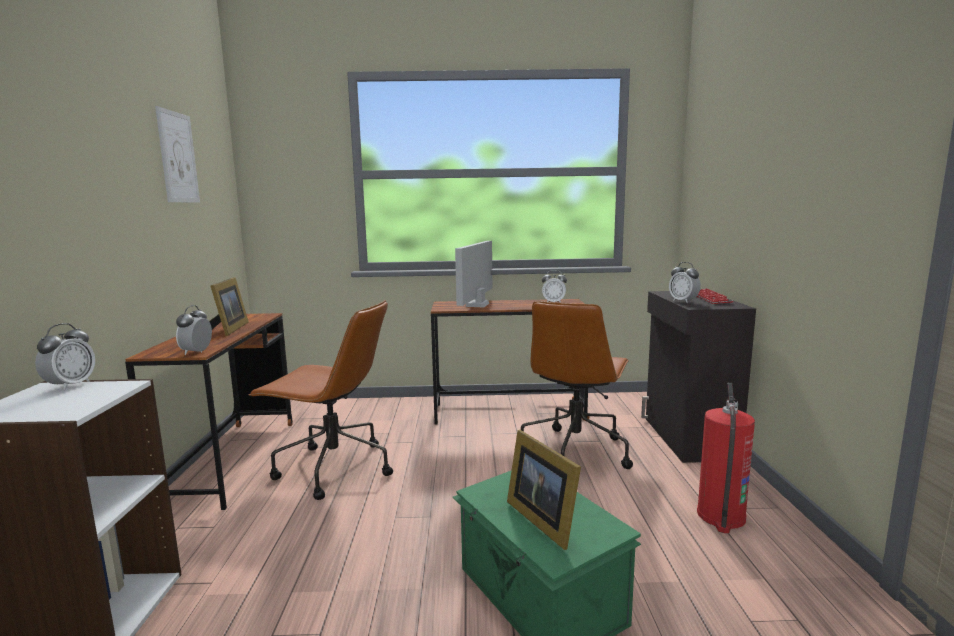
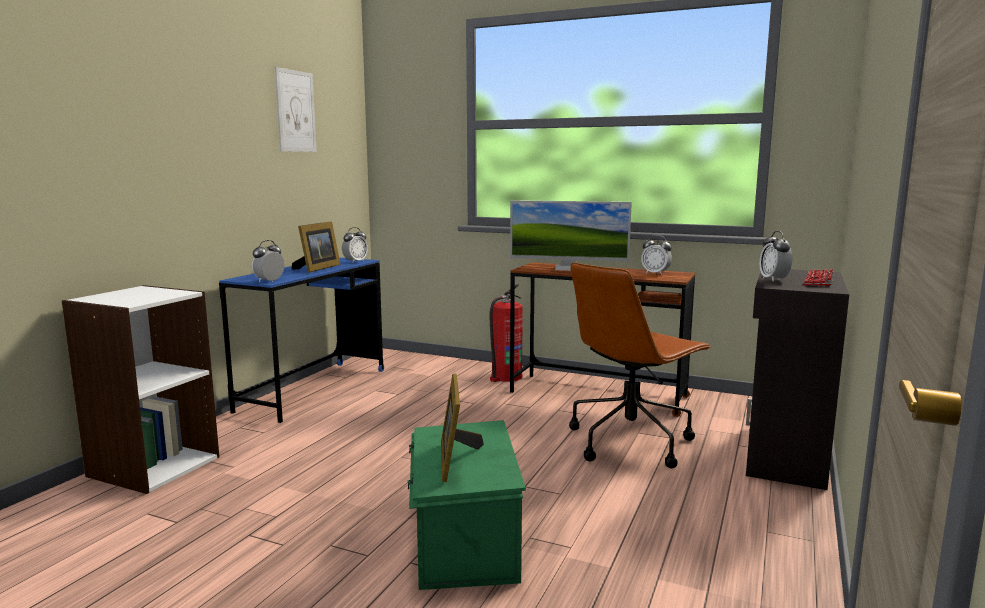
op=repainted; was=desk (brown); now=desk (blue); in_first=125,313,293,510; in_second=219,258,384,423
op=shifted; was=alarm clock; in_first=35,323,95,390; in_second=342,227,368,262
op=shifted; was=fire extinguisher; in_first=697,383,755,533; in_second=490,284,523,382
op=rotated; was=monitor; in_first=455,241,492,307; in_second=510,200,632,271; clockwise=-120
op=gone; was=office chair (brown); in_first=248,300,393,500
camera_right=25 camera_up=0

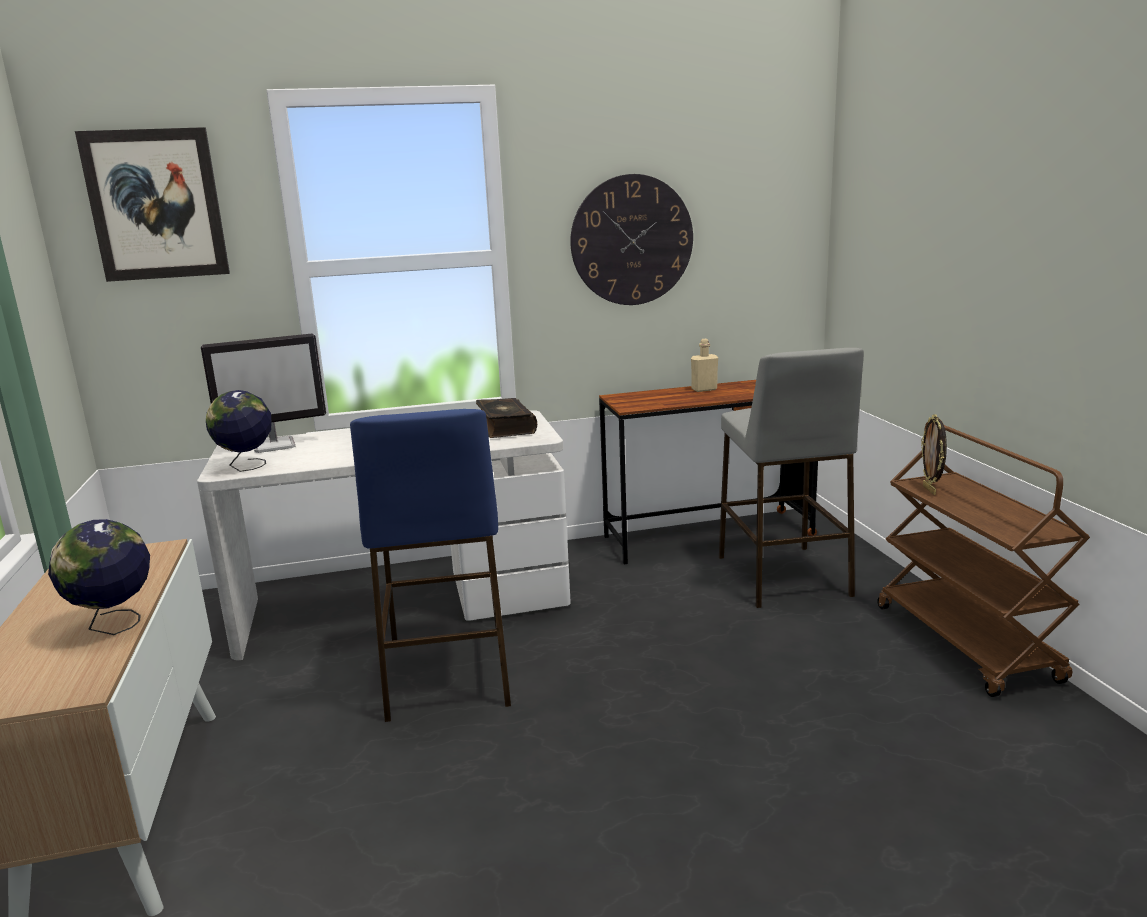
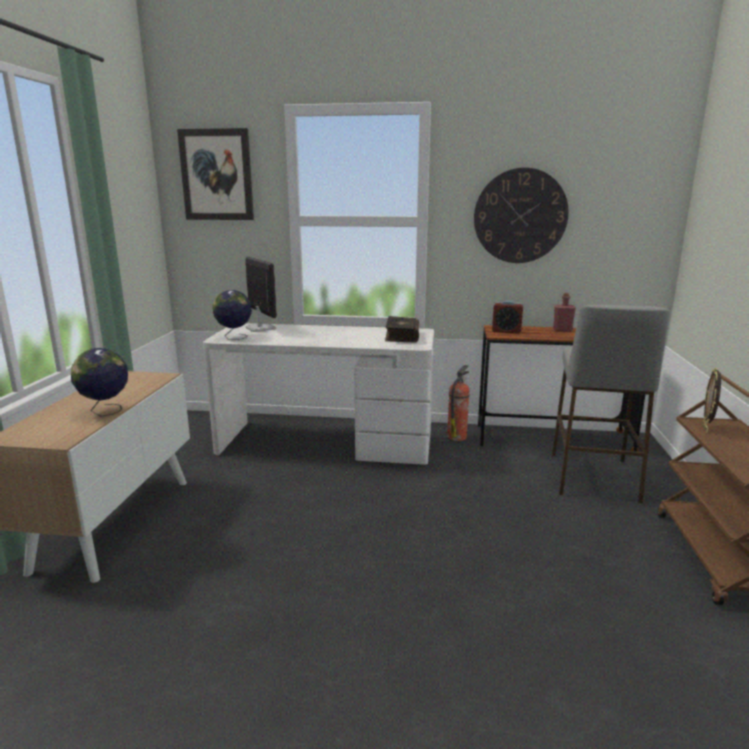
op=rotated; was=monitor; in_first=201,333,326,453; in_second=245,257,277,332; clockwise=-120
op=new; now=fire extinguisher; in_second=447,365,470,441
op=new; now=alarm clock; in_second=492,301,523,334
op=repainted; was=bottle (beige); now=bottle (red); in_first=691,339,718,392; in_second=553,293,576,332
op=gone; was=stool (blue); in_first=350,409,511,722
camera_right=20 camera_up=0

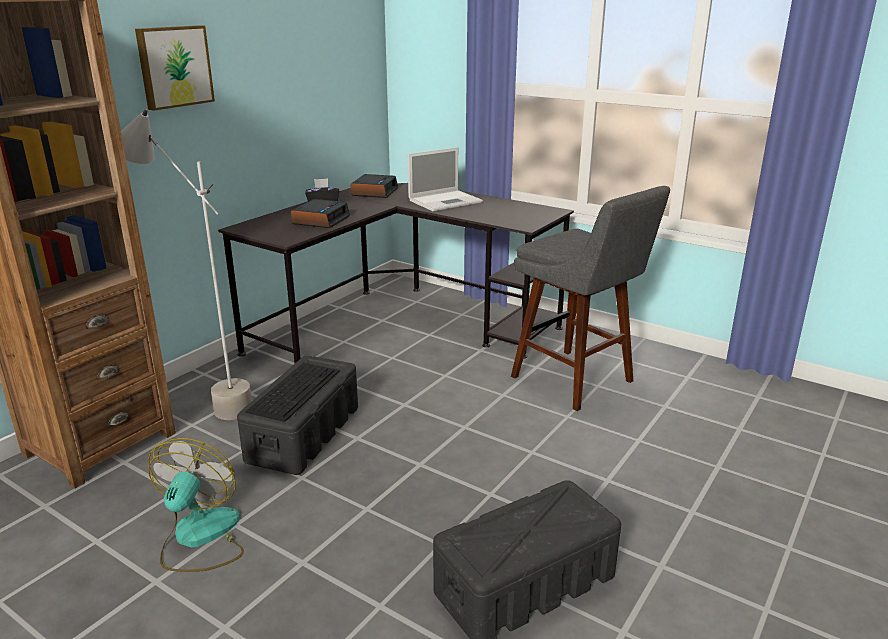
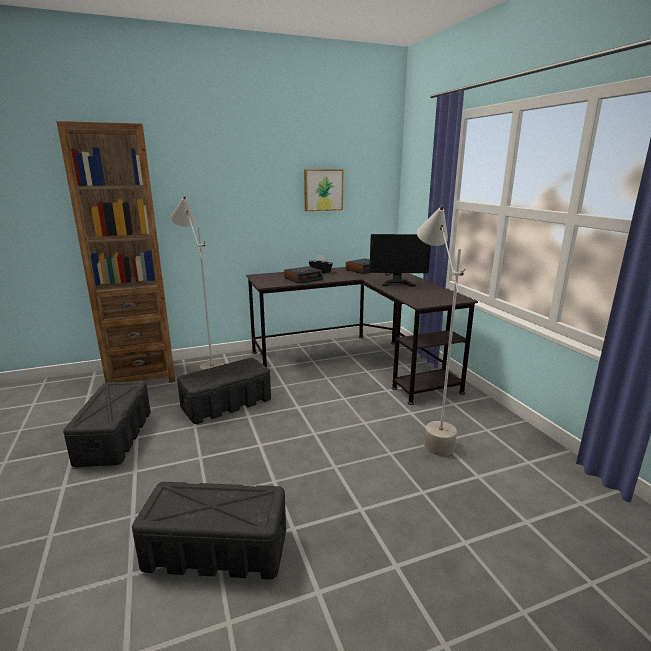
op=swapped; was=fan; now=storage box (black); in_first=148,438,244,572; in_second=63,381,151,467
op=shifted; was=picture; in_first=135,25,215,111; in_second=304,169,344,211
op=swapped; was=laptop; now=monitor; in_first=408,147,483,211; in_second=369,234,431,286
op=swapped; was=stool (grey); now=floor lamp (grey); in_first=511,186,670,411; in_second=417,205,465,456
op=gone; was=keyboard; in_first=245,363,340,422
camera_right=35 camera_up=-5

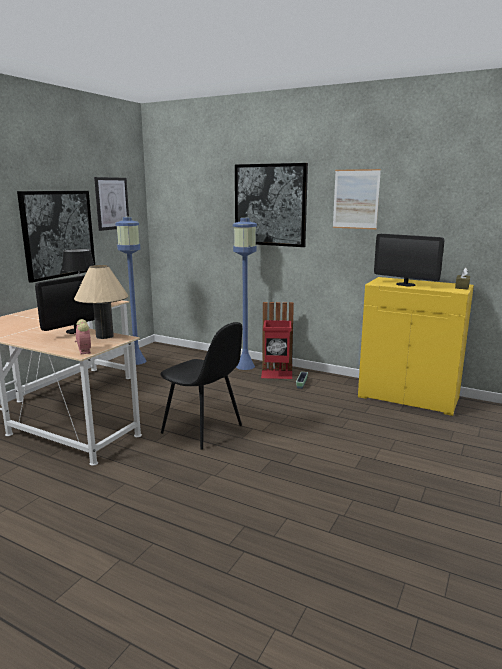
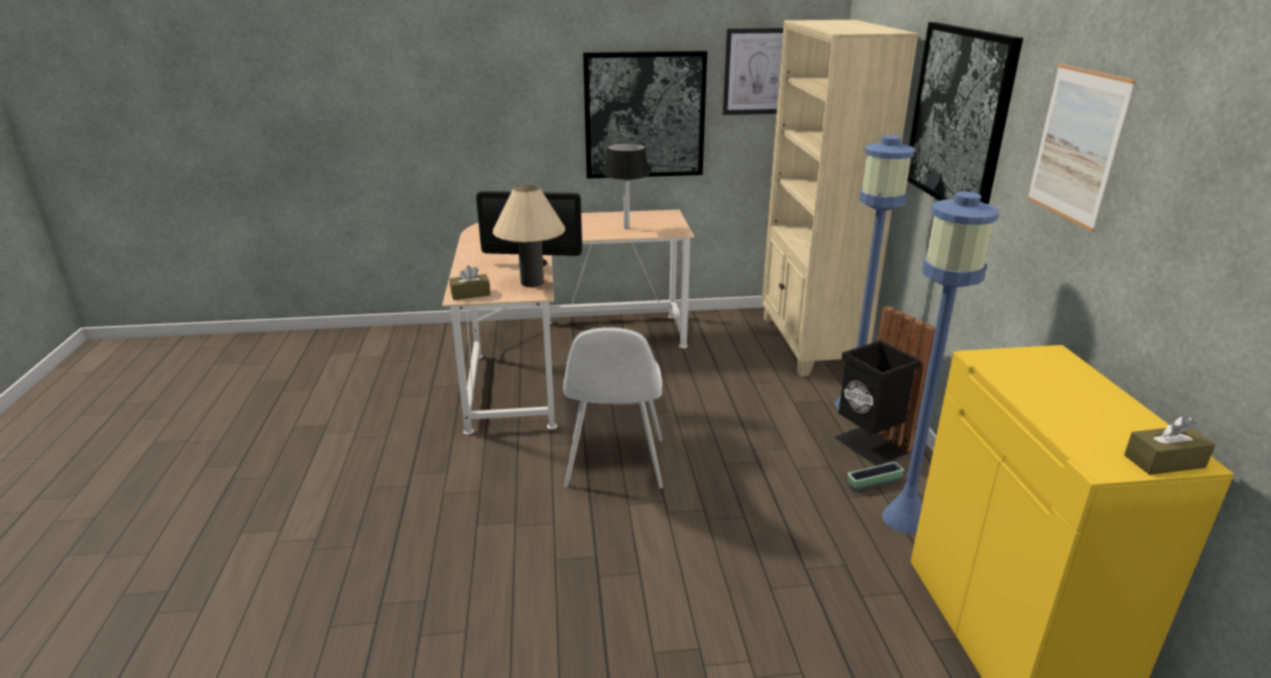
op=swapped; was=alarm clock; now=tissue box (brown); in_first=74,319,91,354; in_second=450,265,491,300
op=repainted; was=chair (black); now=chair (white); in_first=160,322,242,450; in_second=563,327,663,488
op=new; now=bookcase (beige); in_second=762,20,919,377
op=repainted; was=trash can (red); now=trash can (black); in_first=261,302,294,379; in_second=834,306,936,466
op=shifted; was=floor lamp (blue); in_first=115,217,146,365; in_second=882,192,999,534
op=gone; was=monitor; in_first=374,234,444,286
camera_right=55 camera_up=10

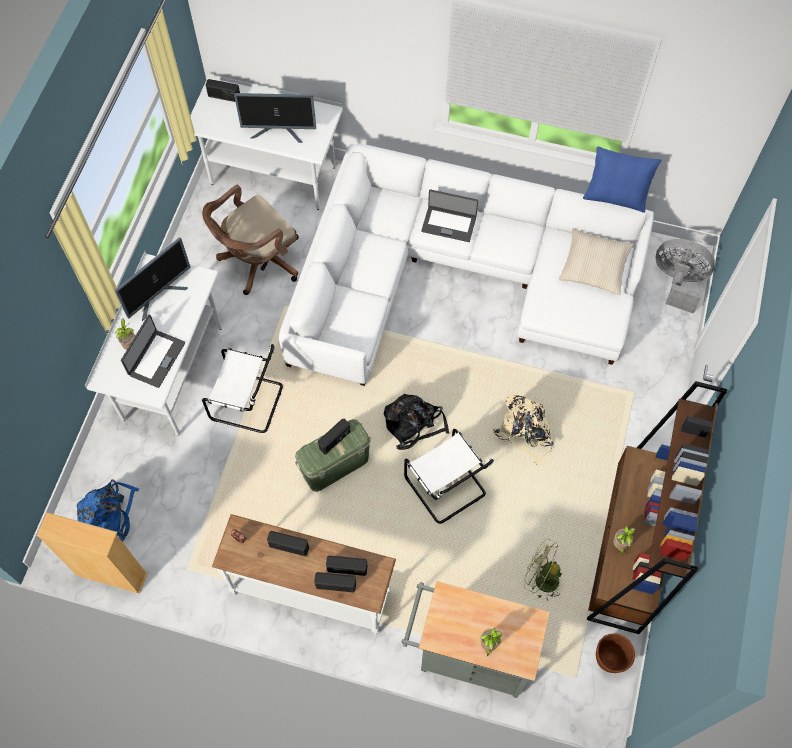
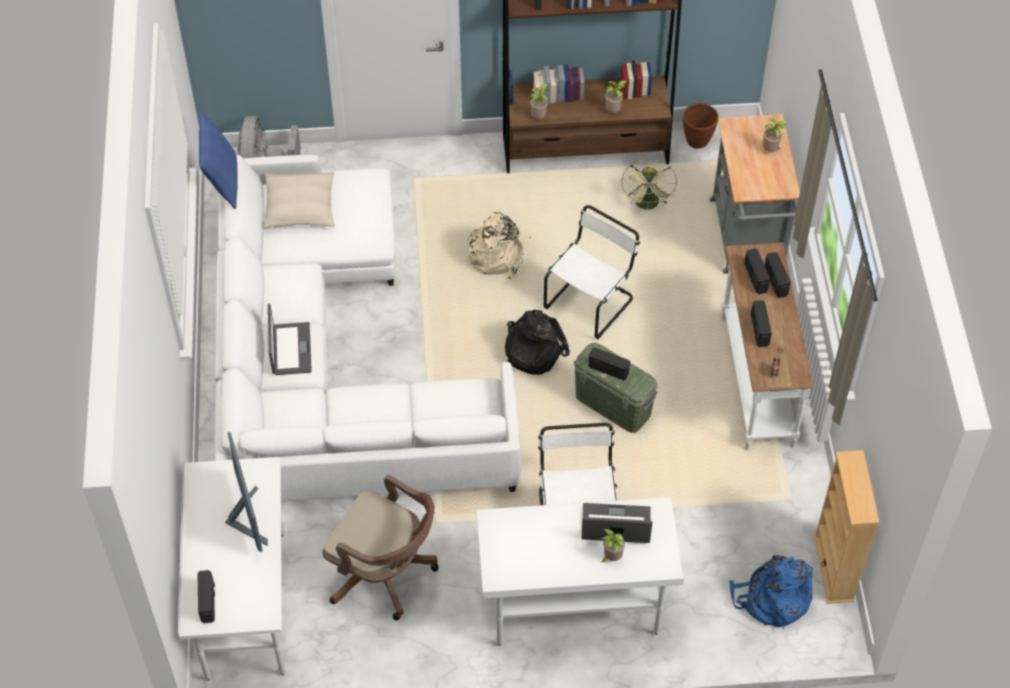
op=new; now=potted plant; in_second=530,84,549,119
op=gone; was=monitor; in_first=115,237,190,321
camera_right=-110 camera_up=-10

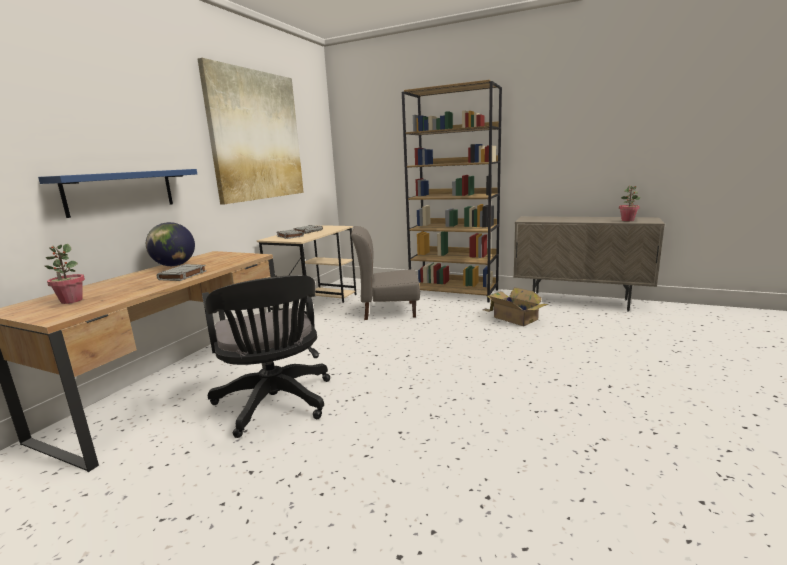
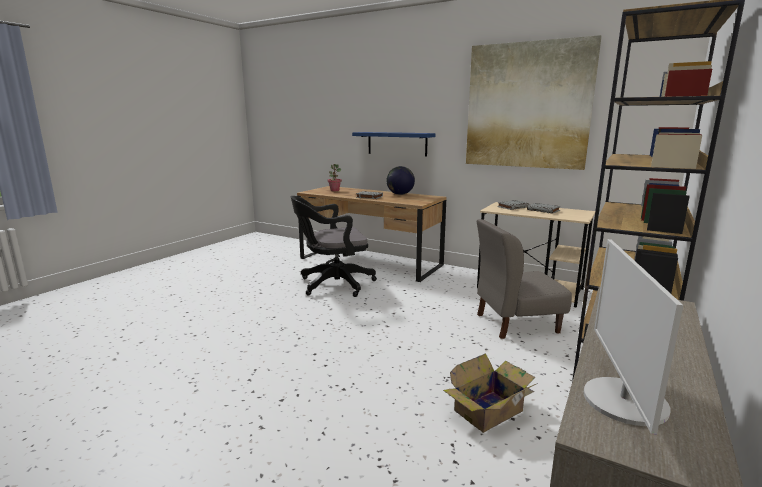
op=rotated; was=chair (grey); in_first=351,226,420,320; in_second=477,219,572,339; clockwise=-105
op=swapped; was=potted plant; now=monitor; in_first=619,185,640,221; in_second=584,239,683,435
camera_right=95 camera_up=0

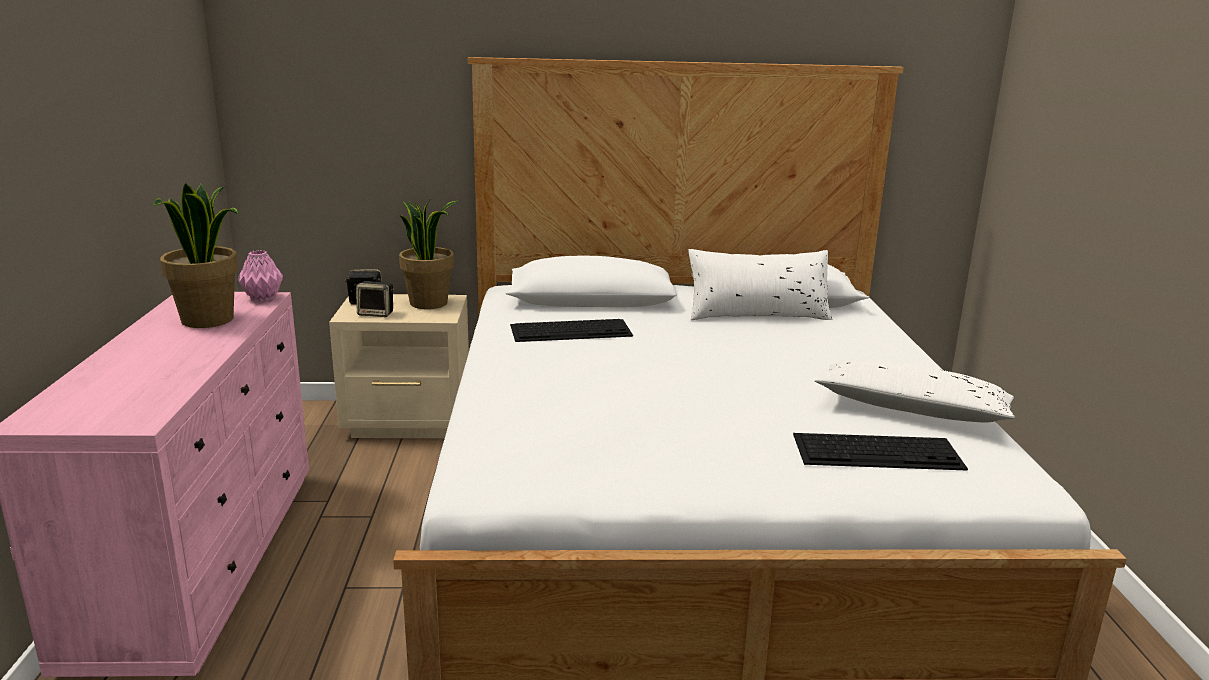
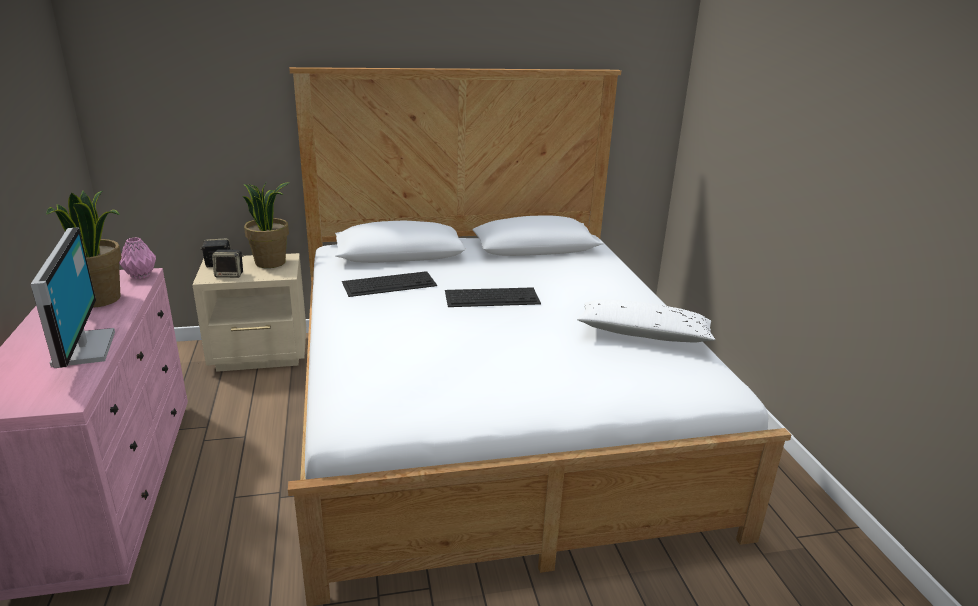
op=new; now=monitor; in_second=31,227,115,368
op=shifted; was=keyboard; in_first=793,433,968,471; in_second=445,287,541,307
op=gone; was=pillow (white); in_first=688,249,832,320
camera_right=-10 camera_up=5

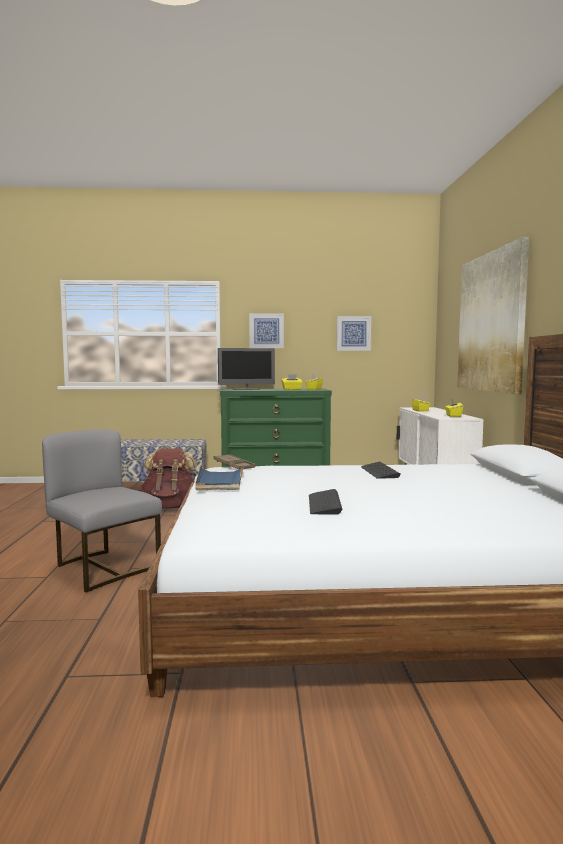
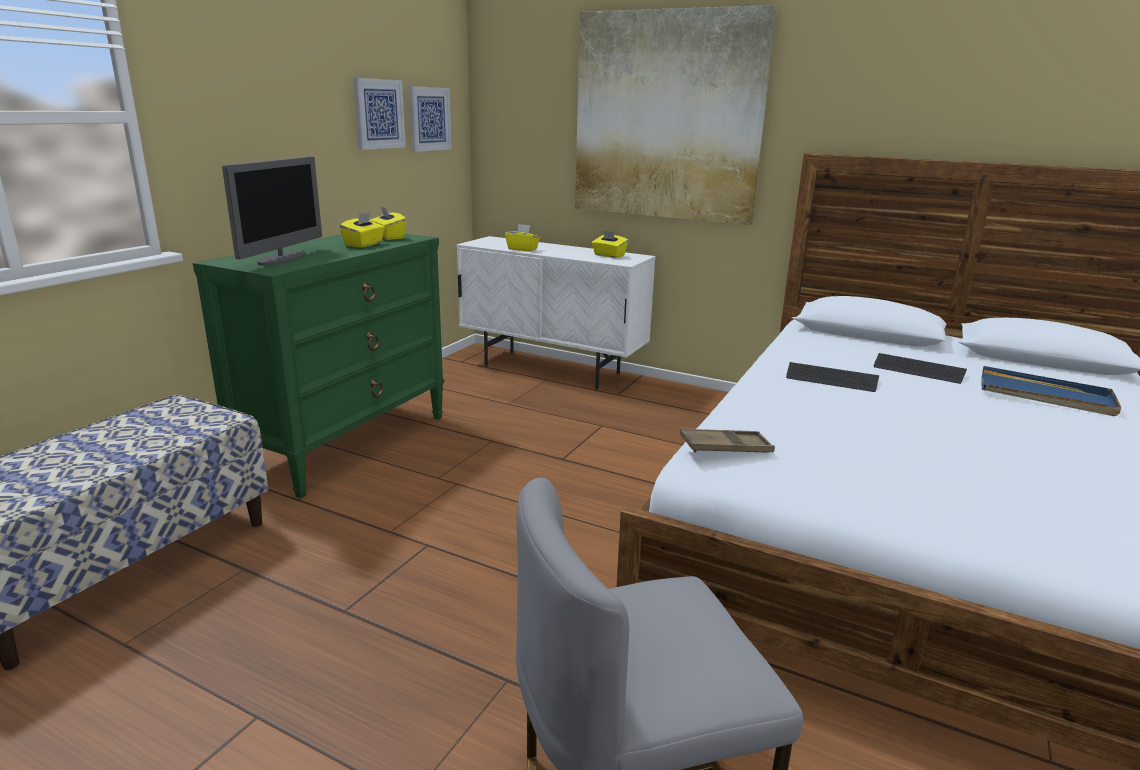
op=shifted; was=picture; in_first=249,313,284,348; in_second=408,86,452,152
op=shifted; was=keyboard; in_first=309,489,343,515; in_second=874,353,967,384
op=shifted; was=tray (blue); in_first=196,465,244,490; in_second=981,366,1121,416
op=gone; was=backpack (brown); in_first=138,448,197,508
camera_right=-60 camera_up=15

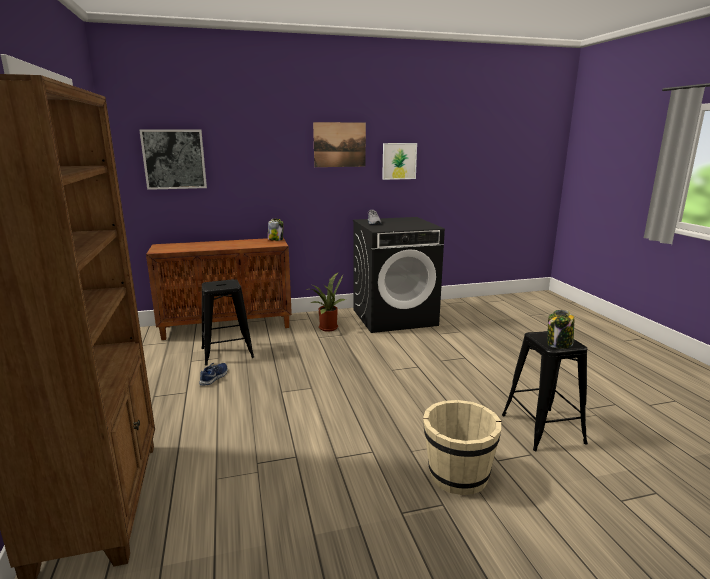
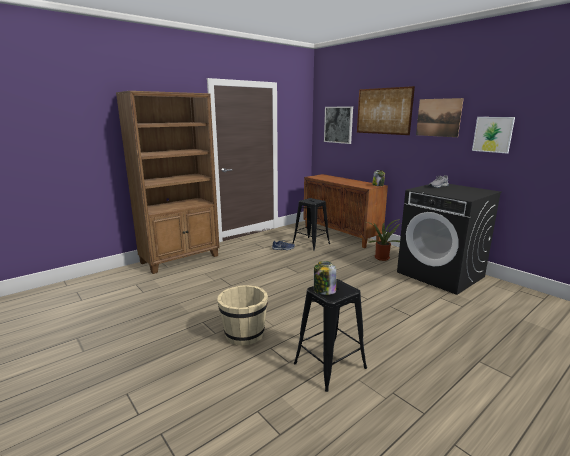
op=new; now=picture; in_second=357,86,415,135
camera_right=65 camera_up=0

